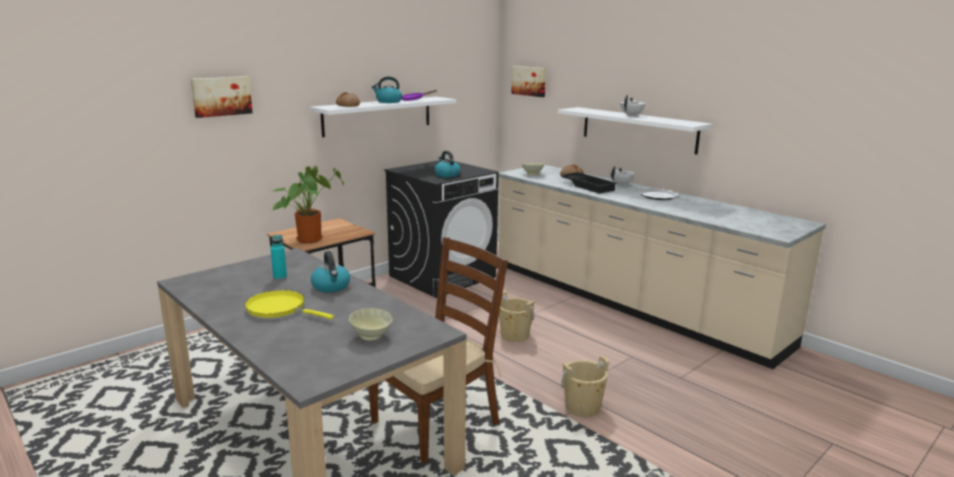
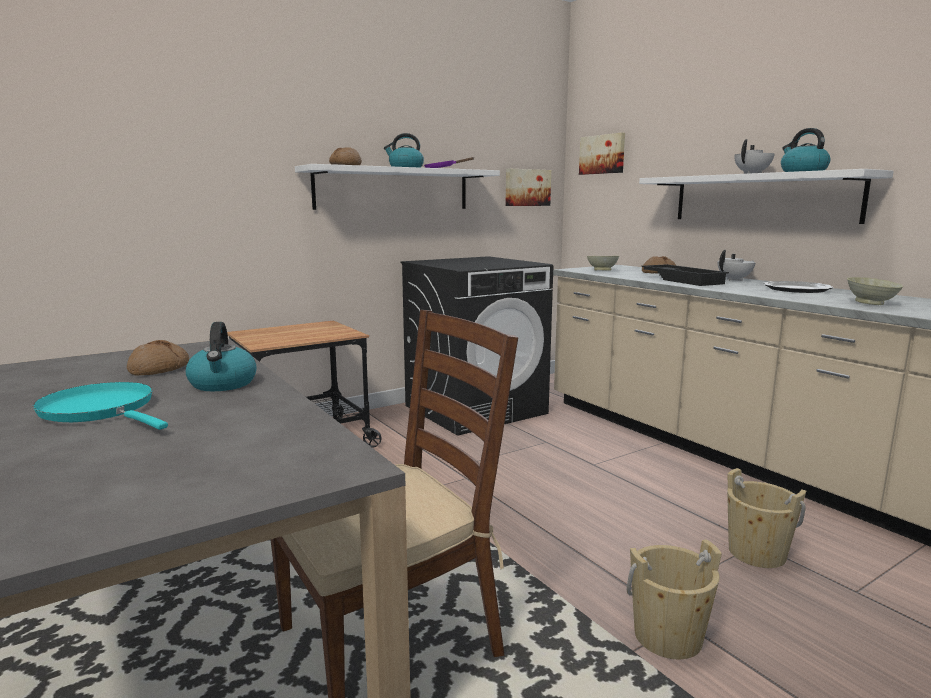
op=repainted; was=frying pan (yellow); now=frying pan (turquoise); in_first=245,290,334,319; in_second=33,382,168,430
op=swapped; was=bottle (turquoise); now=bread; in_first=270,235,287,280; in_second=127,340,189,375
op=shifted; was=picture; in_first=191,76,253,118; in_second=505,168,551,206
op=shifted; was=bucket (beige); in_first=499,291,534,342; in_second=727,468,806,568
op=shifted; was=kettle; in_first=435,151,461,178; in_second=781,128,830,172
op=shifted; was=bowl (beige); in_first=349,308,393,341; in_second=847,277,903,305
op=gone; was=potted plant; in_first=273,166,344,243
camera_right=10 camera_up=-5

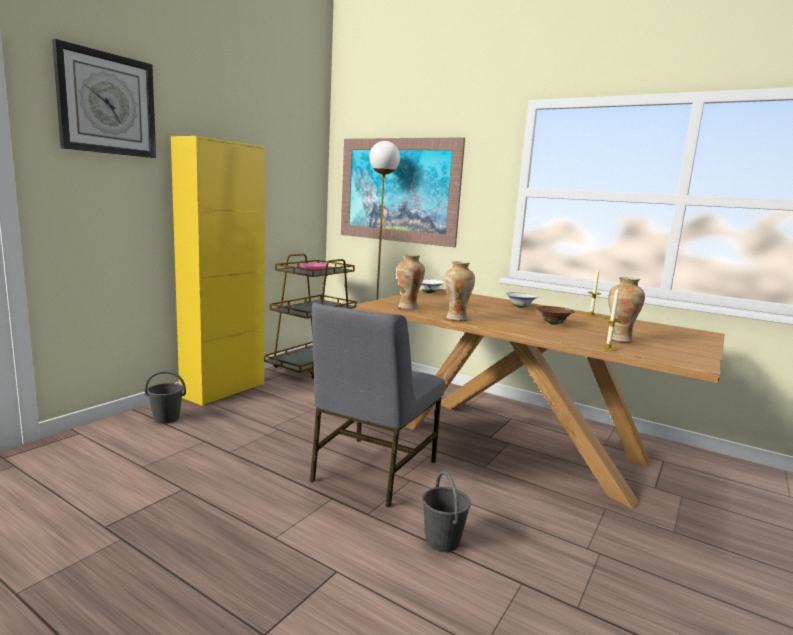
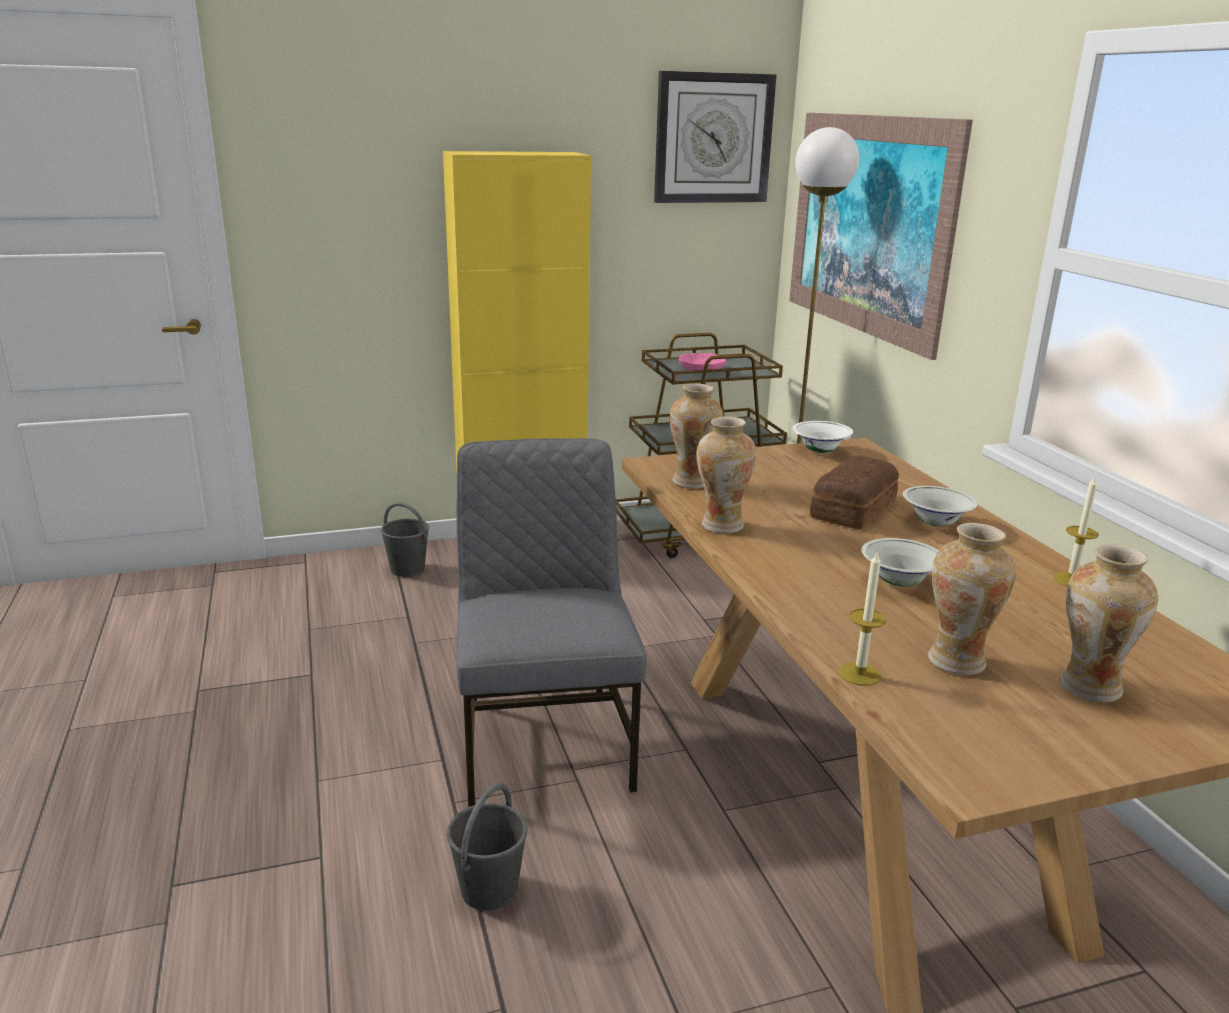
op=rotated; was=chair (grey); in_first=310,302,445,508; in_second=456,438,647,807; clockwise=105
op=shifted; was=wall clock; in_first=52,39,156,158; in_second=654,71,776,203
op=new; now=bread; in_second=810,455,899,529
op=repainted; was=bowl (brown); now=bowl (white); in_first=536,306,575,324; in_second=861,538,939,587
op=new; now=vase; in_second=1060,544,1158,702
camera_right=40 camera_up=10

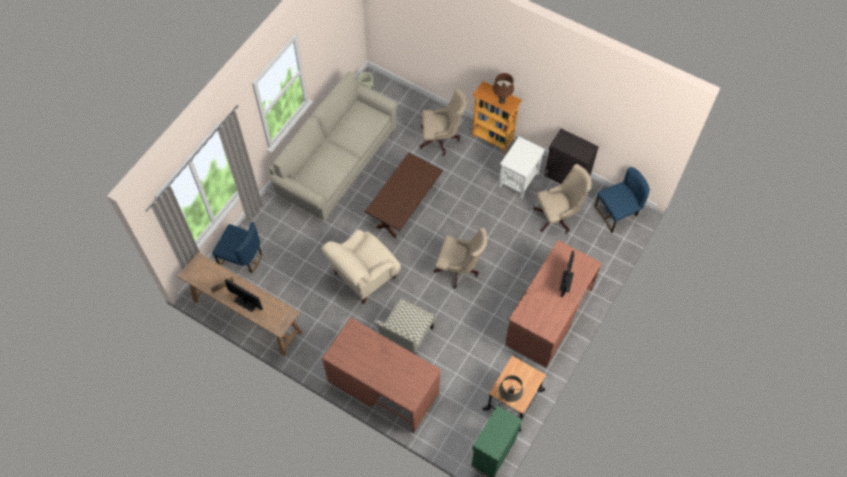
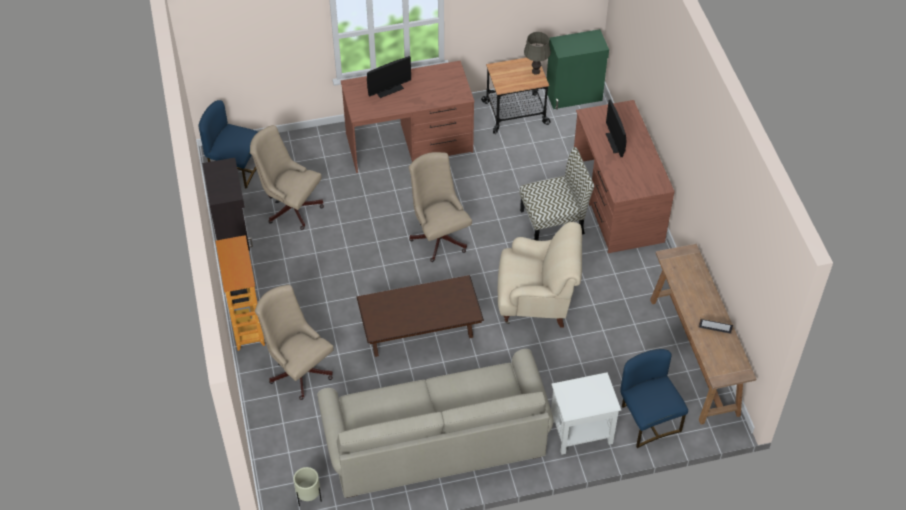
op=shifted; was=side table (white); in_first=498,137,545,199; in_second=551,372,621,455
op=shifted; was=monitor; in_first=225,279,263,312; in_second=606,99,627,157
op=gone; was=table lamp (brown); in_first=493,73,514,104
camera_right=-135 camera_up=-10

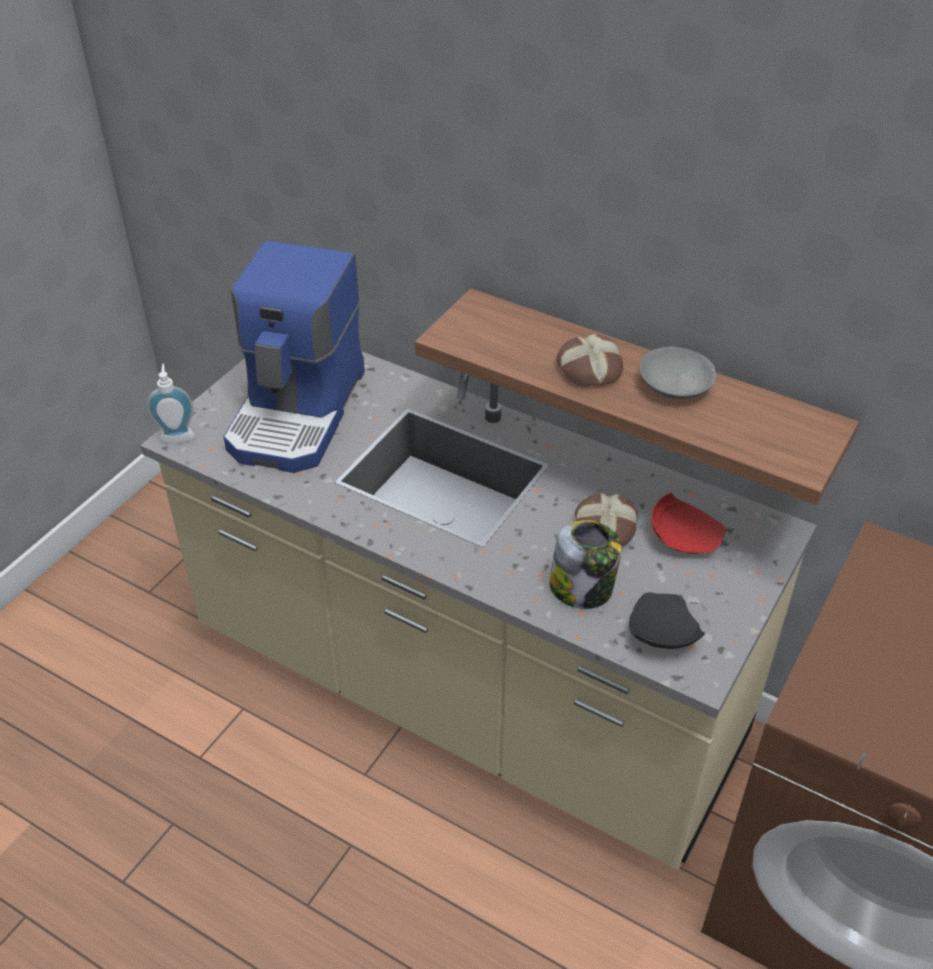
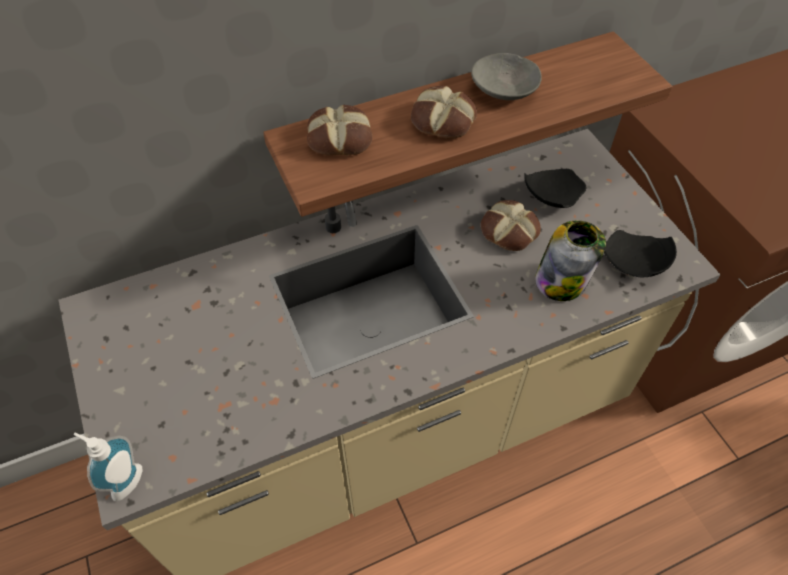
op=new; now=bread; in_second=307,105,372,156
op=repainted; was=plate (red); now=plate (black); in_first=651,493,726,554; in_second=524,169,587,208
op=gone; was=coffee machine; in_first=224,241,365,473
camera_right=-55 camera_up=10

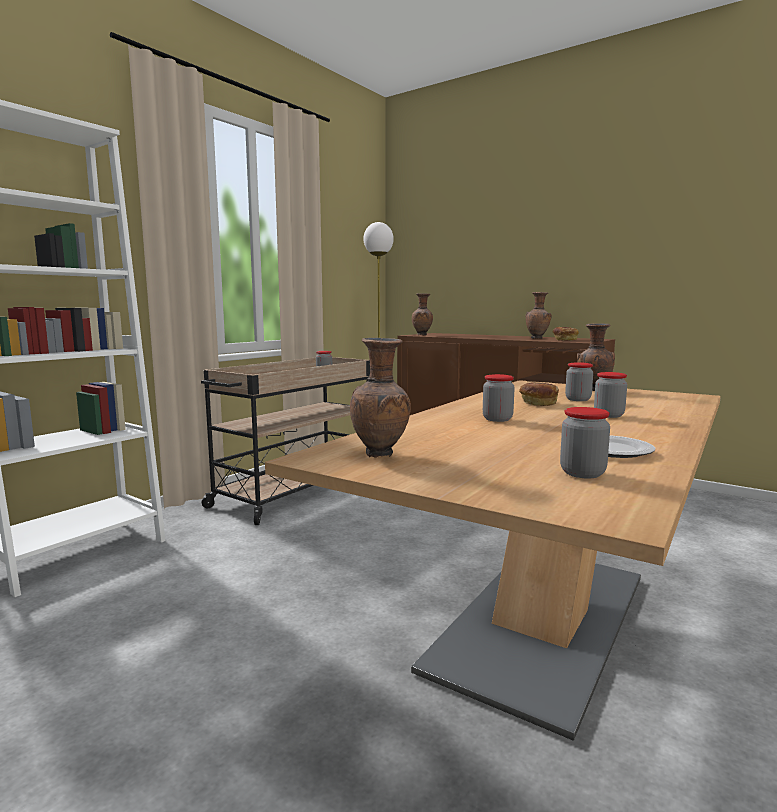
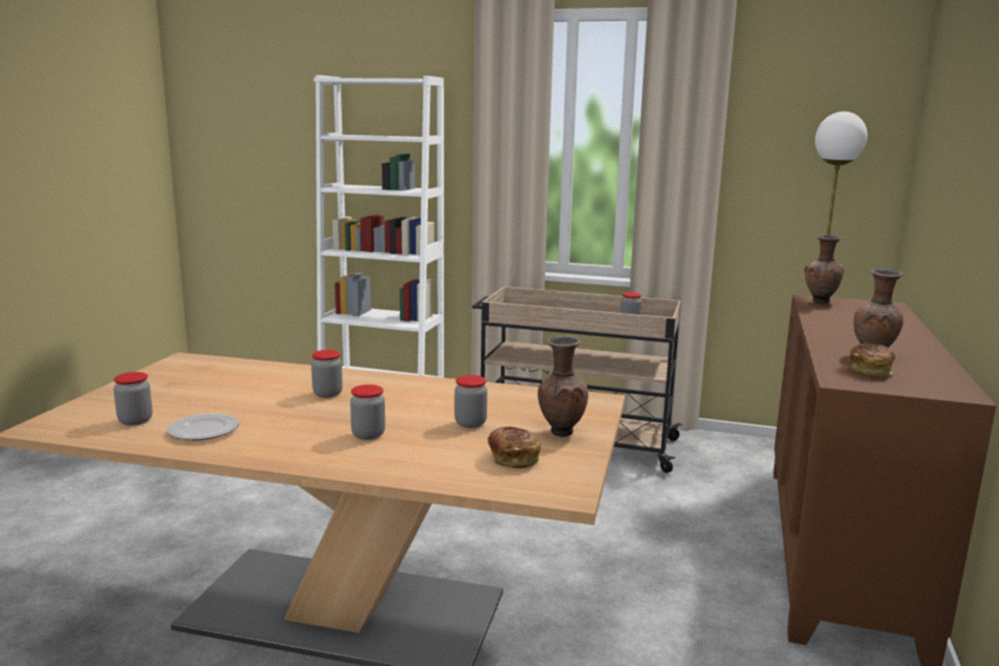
op=shifted; was=bread; in_first=519,382,559,406; in_second=488,427,541,468
op=gone; was=vase (brown); in_first=350,338,411,458
camera_right=70 camera_up=5

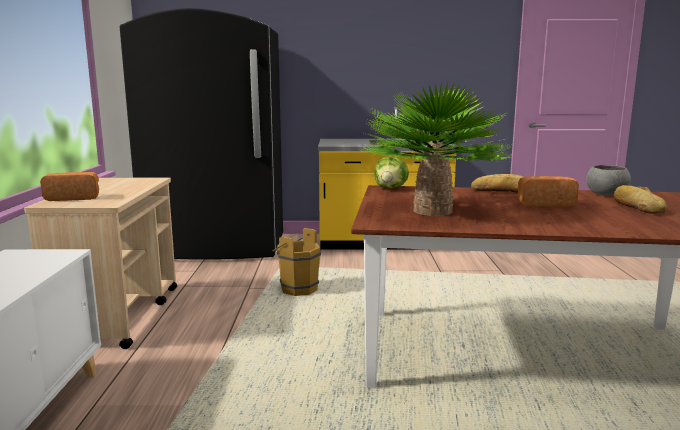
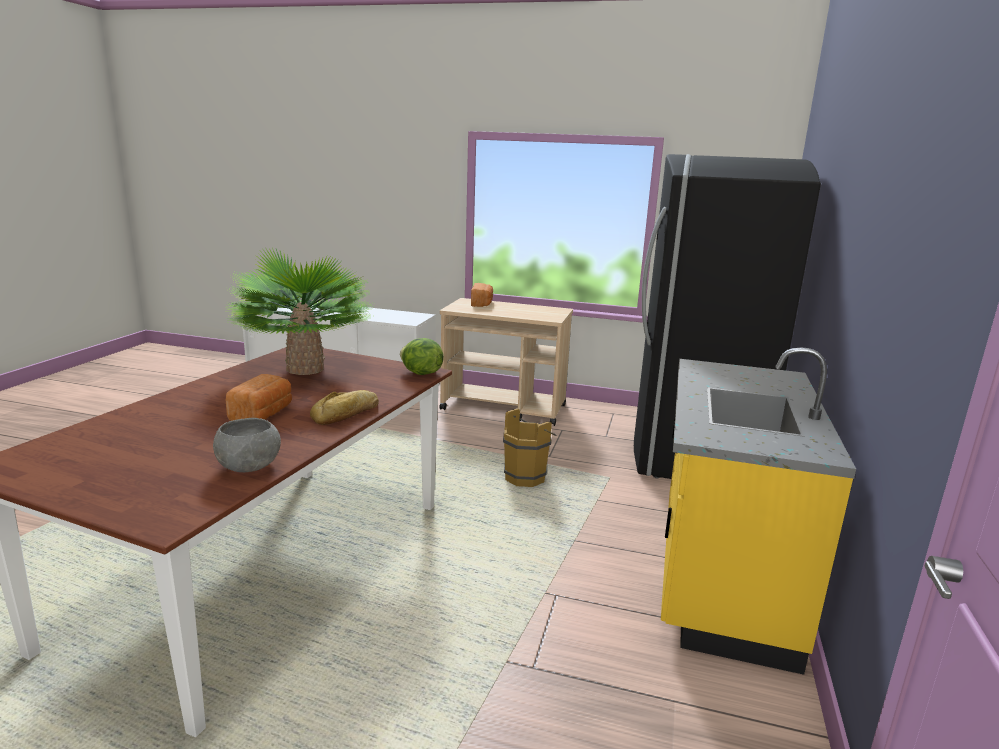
op=gone; was=bread; in_first=614,185,667,214
camera_right=105 camera_up=5

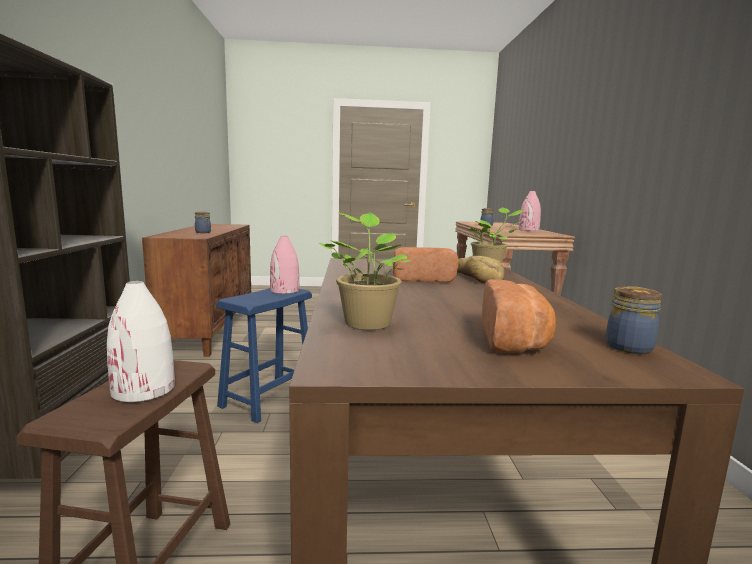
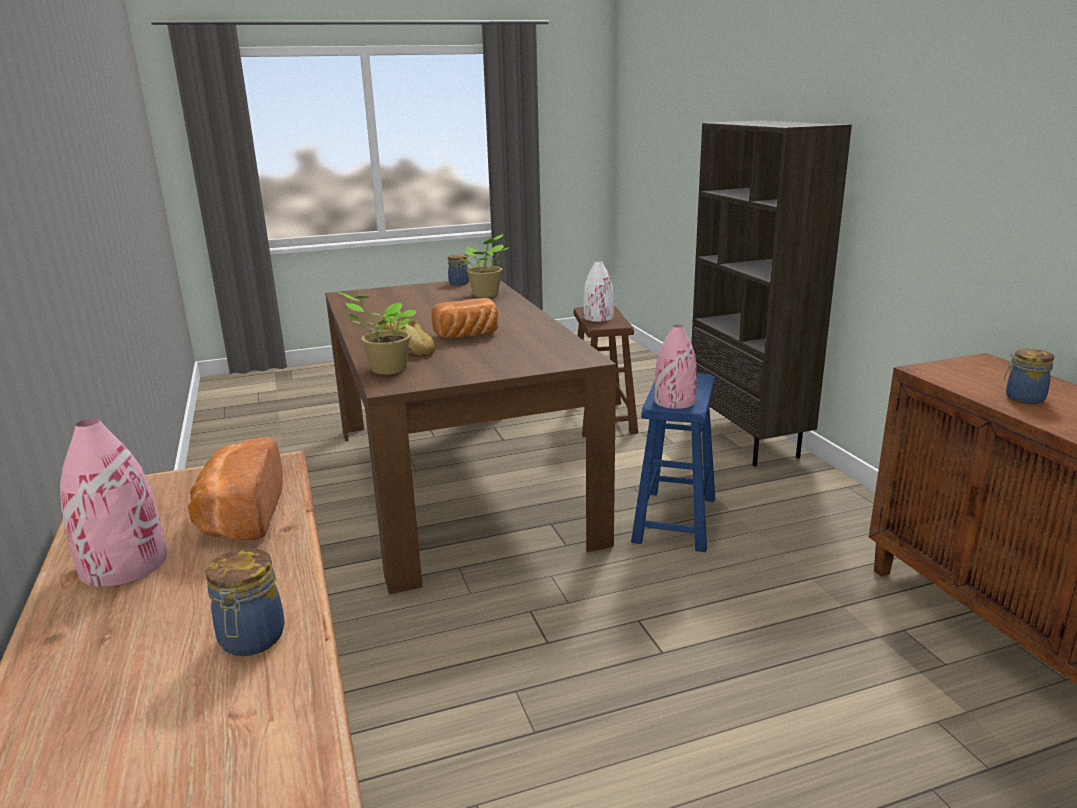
op=shifted; was=bread; in_first=482,279,556,353; in_second=188,438,283,540
op=shifted; was=jar; in_first=606,286,662,354; in_second=448,254,469,286
camera_right=165 camera_up=10

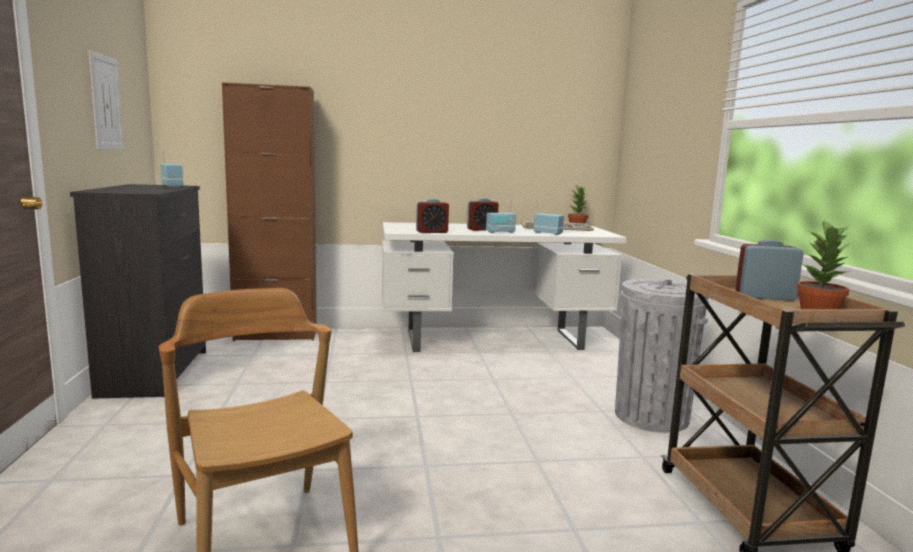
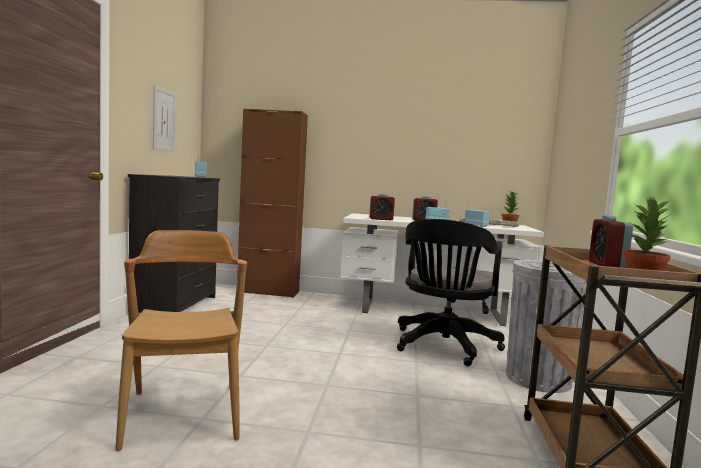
op=new; now=office chair (black); in_second=397,219,505,366
op=rotated; was=alarm clock; in_first=735,239,804,301; in_second=589,215,633,268; clockwise=-105
camera_right=15 camera_up=-5

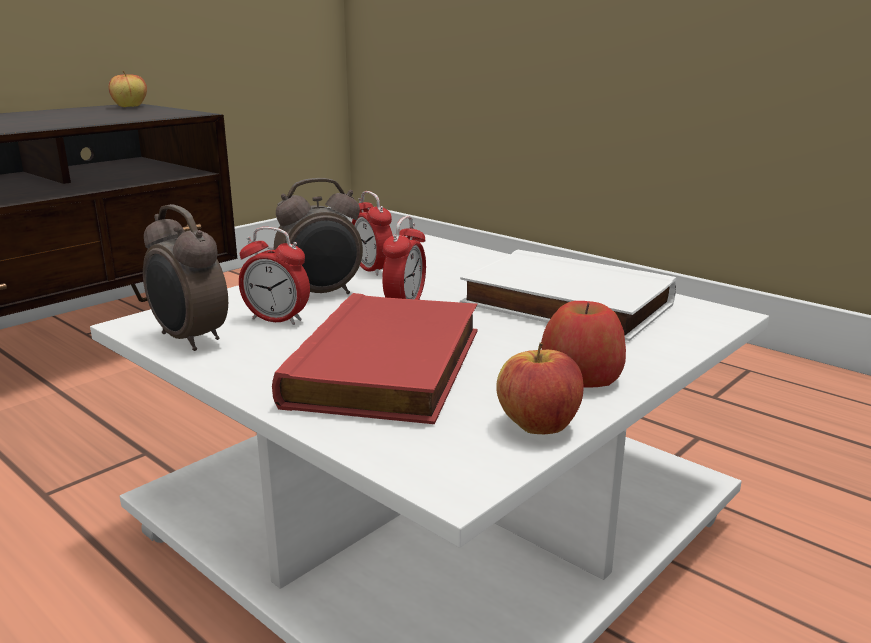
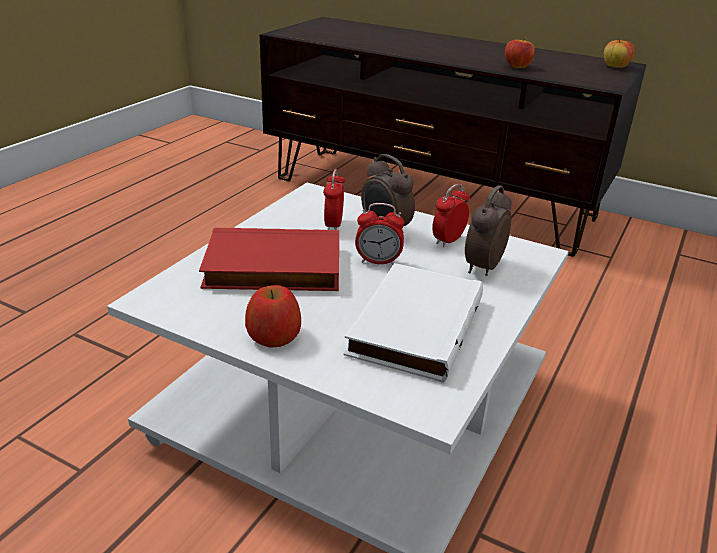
op=shifted; was=alarm clock; in_first=143,204,228,351; in_second=465,185,512,276
op=shifted; was=apple; in_first=496,343,584,434; in_second=505,37,535,68
camera_right=75 camera_up=10

